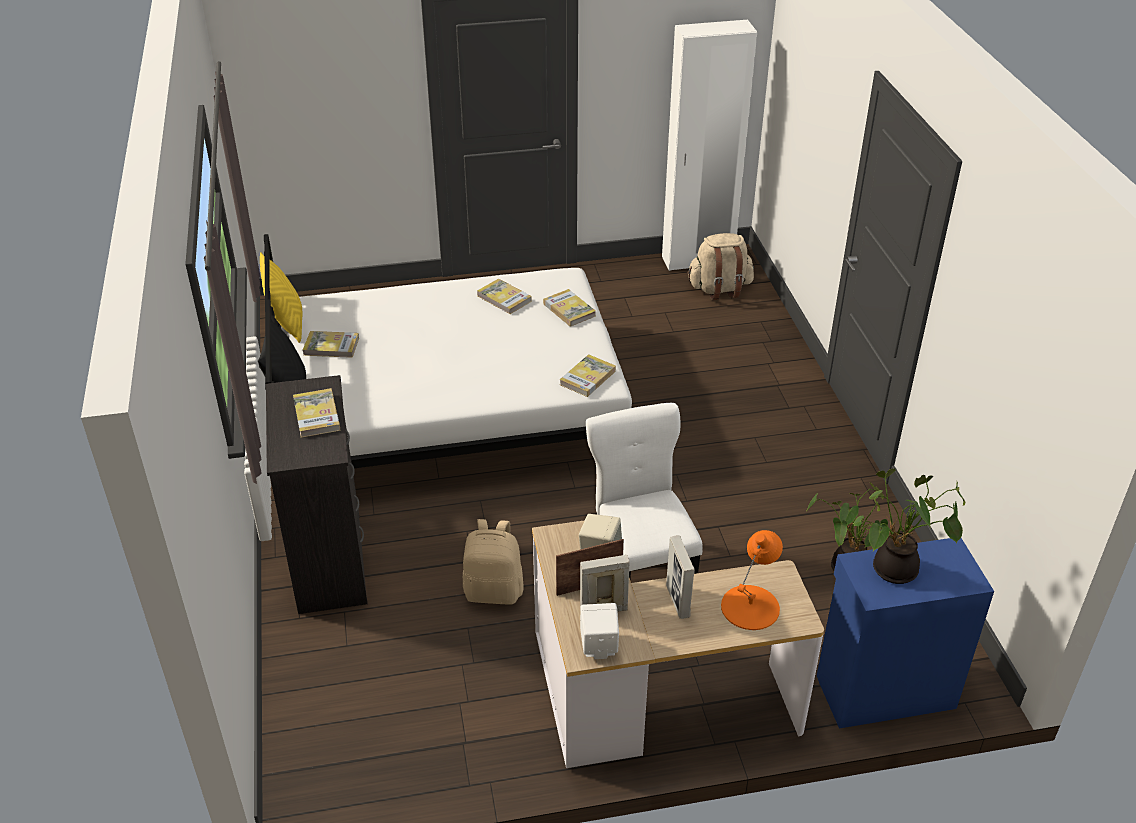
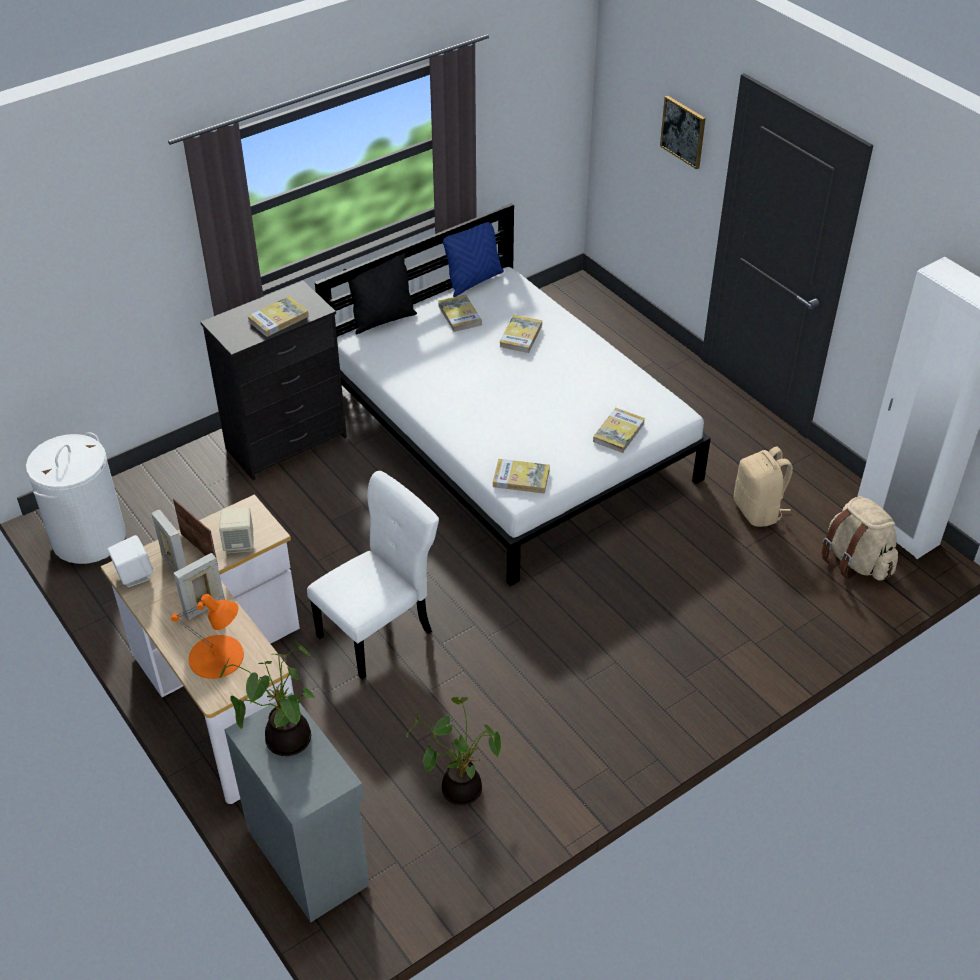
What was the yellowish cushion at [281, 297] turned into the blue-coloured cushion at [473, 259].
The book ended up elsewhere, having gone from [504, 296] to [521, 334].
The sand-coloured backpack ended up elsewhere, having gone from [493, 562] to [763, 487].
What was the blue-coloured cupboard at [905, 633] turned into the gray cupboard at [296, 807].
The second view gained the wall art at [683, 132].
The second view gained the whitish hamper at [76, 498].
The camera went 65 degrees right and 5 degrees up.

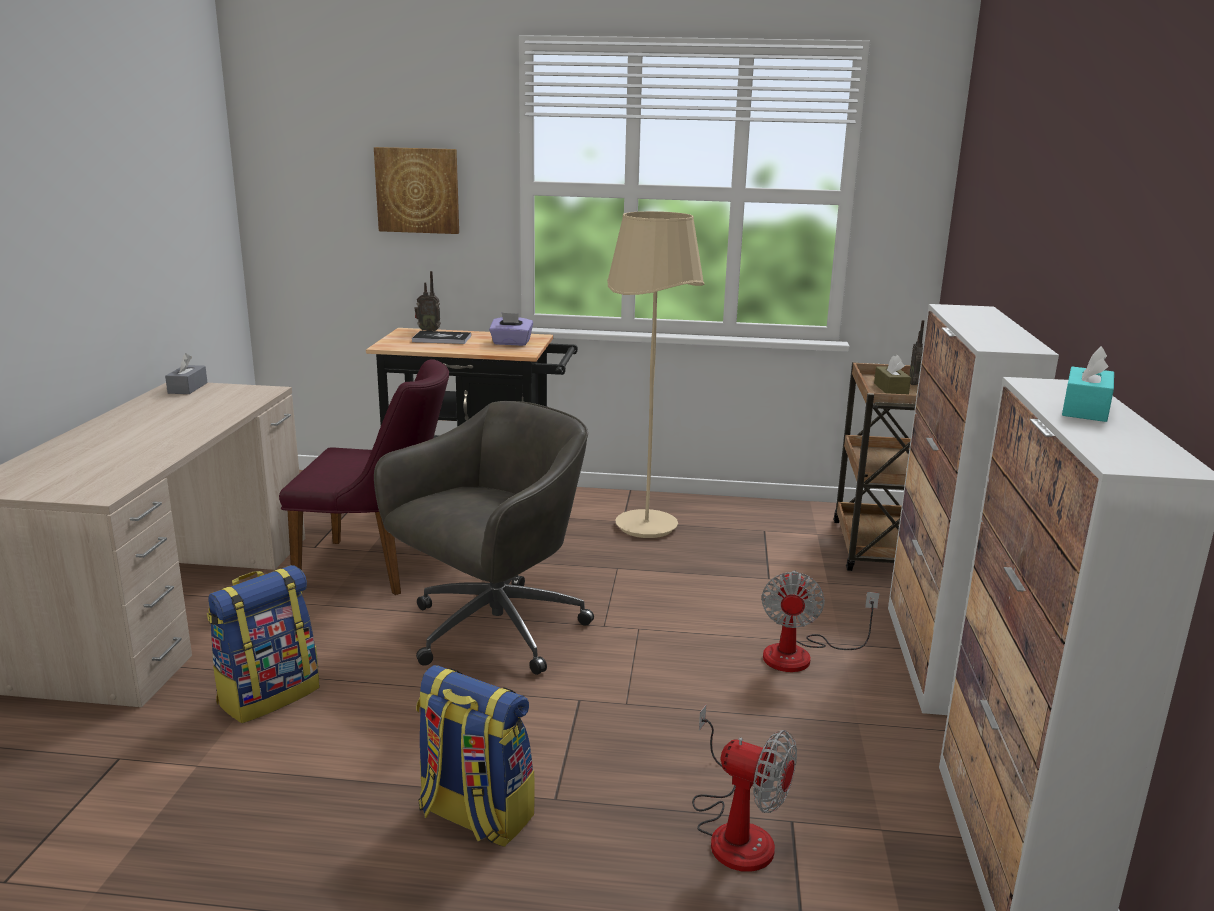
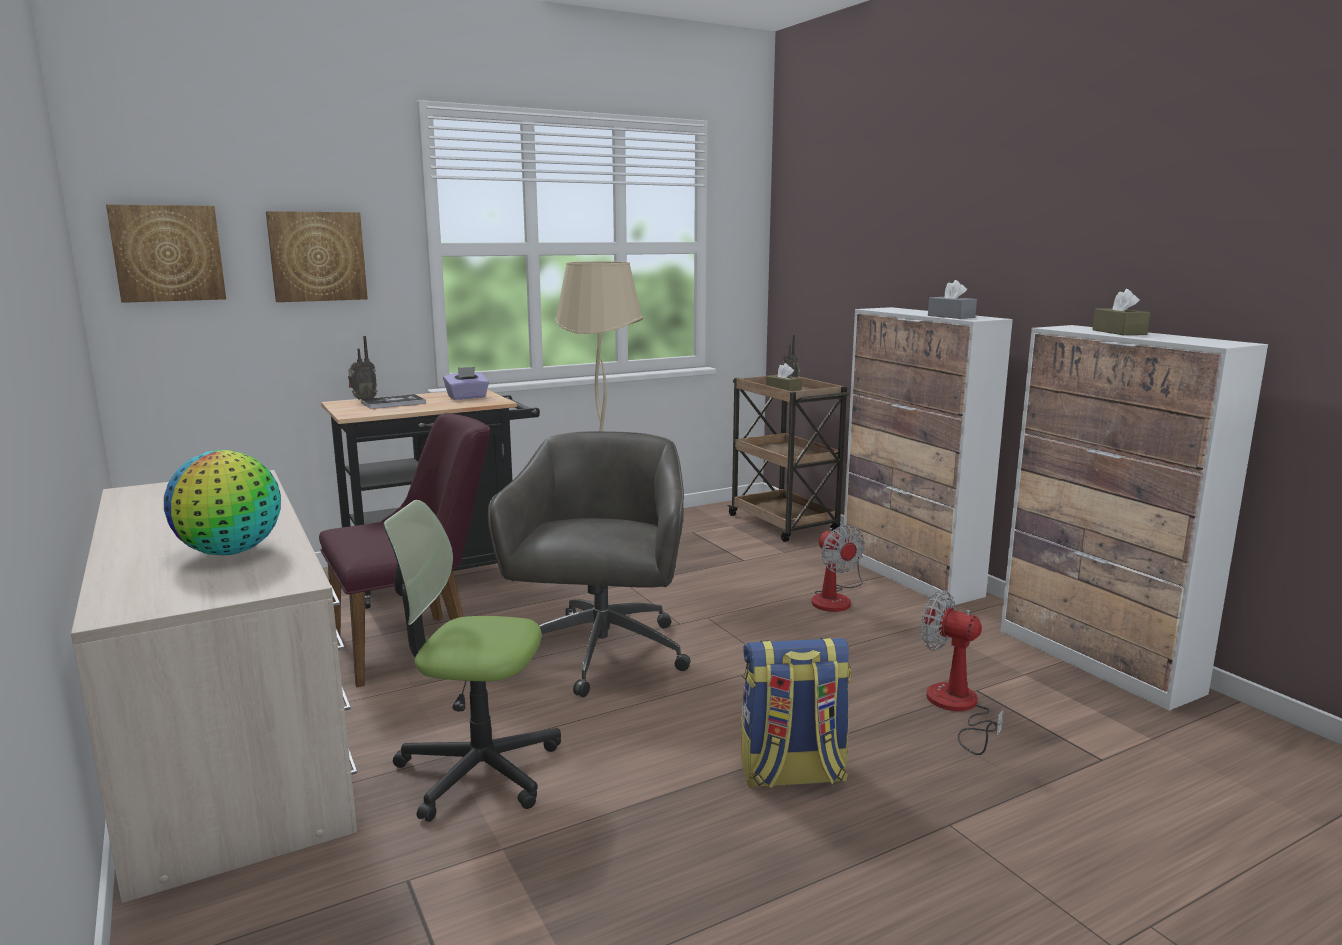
What was the blue-green tissue holder at [1088, 384] turned into the brownish tissue holder at [1121, 312].
The gray tissue holder ended up elsewhere, having gone from [186, 373] to [952, 299].
Where the backpack stood at [263, 644], the computer chair came to stand at [472, 661].
The fan at [744, 788] ended up facing another way, 135 degrees counterclockwise from before.
The second view gained the wall art at [166, 253].
The second view gained the desk globe at [222, 502].
The camera went 35 degrees left and 5 degrees down.

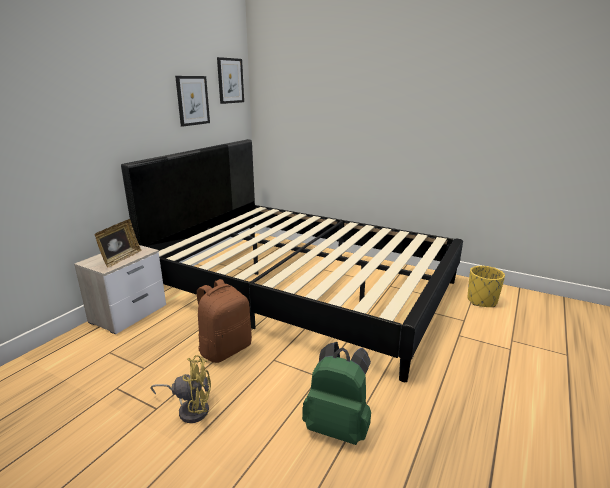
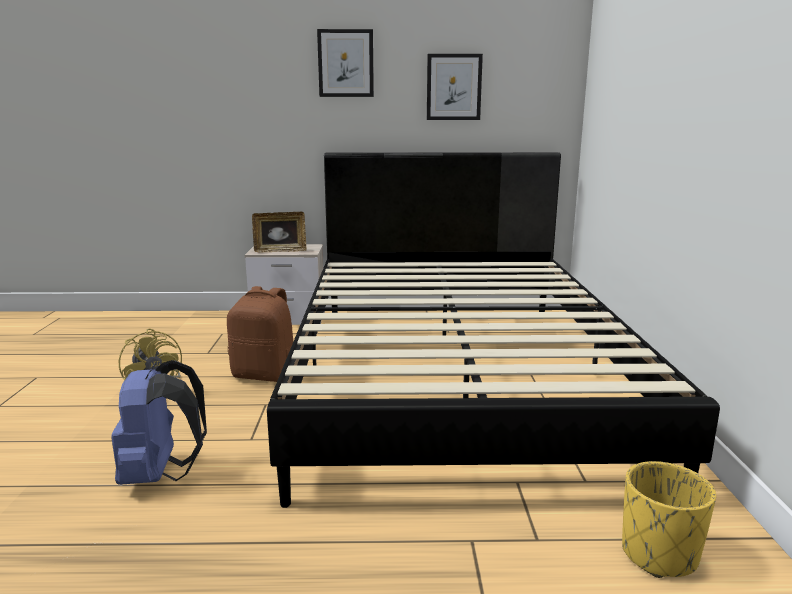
The wall art ended up elsewhere, having gone from [230, 80] to [345, 63].
What was the greenish backpack at [336, 393] turned into the blue-coloured backpack at [159, 422].
The camera went 60 degrees right and 5 degrees down.

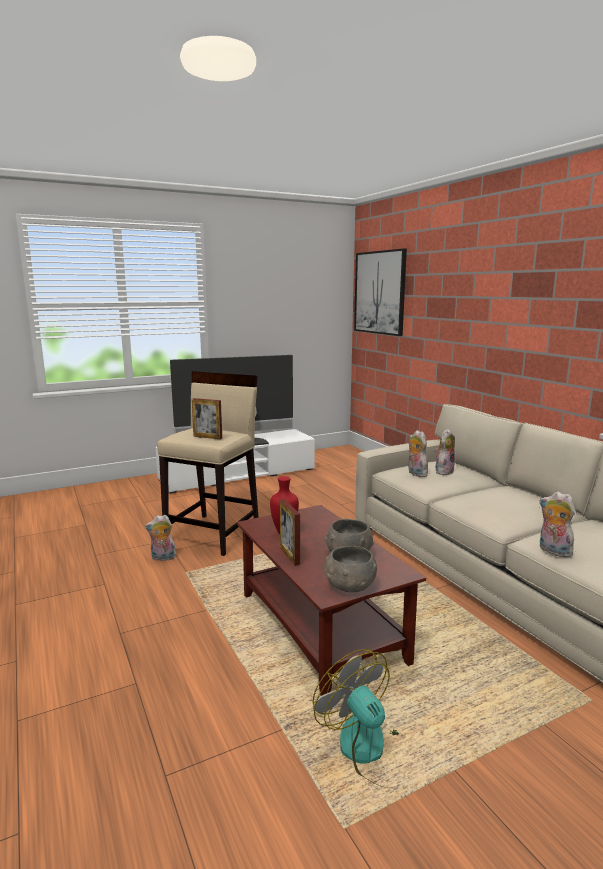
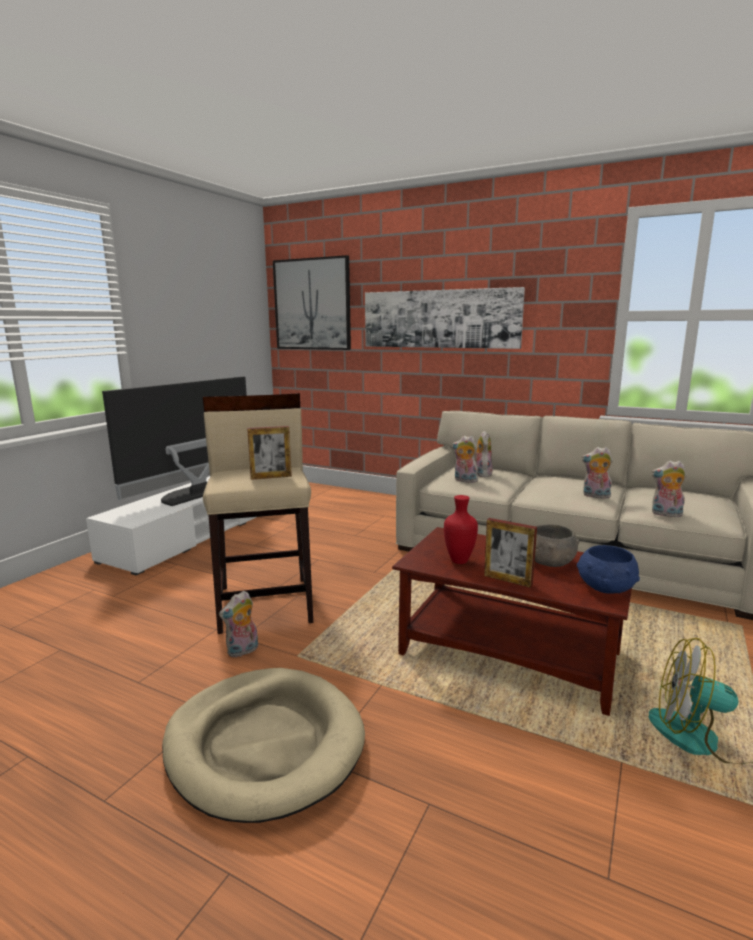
What was the gray deep dish at [350, 569] turned into the blue-coloured deep dish at [608, 569].
The second view gained the wall art at [445, 318].
The second view gained the plush toy at [597, 473].
The second view gained the sand-coloured dog cushion at [263, 745].
The camera went 35 degrees left and 0 degrees up.

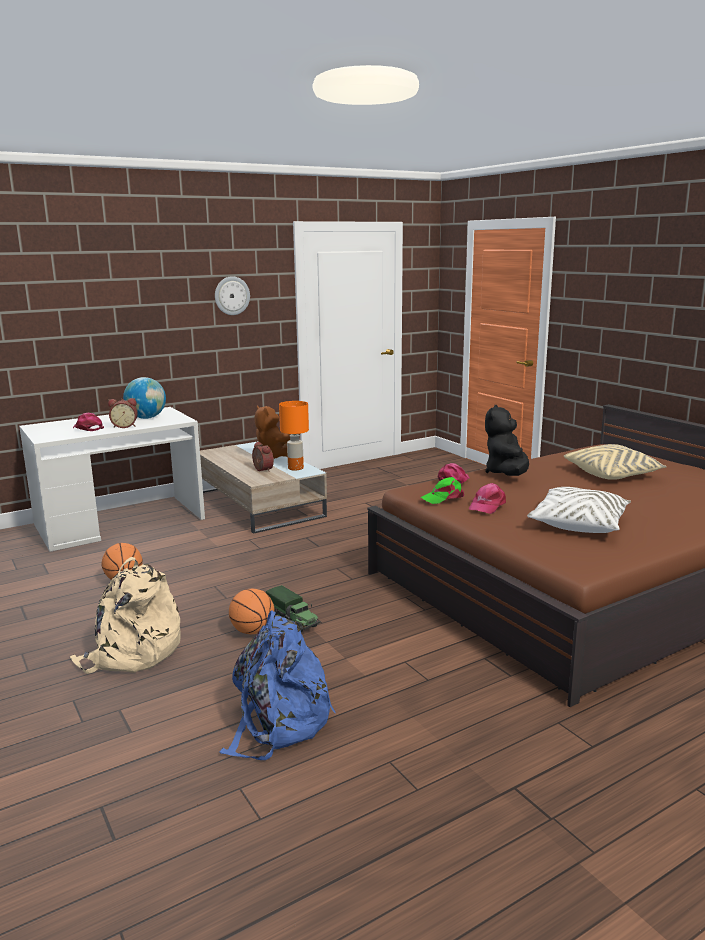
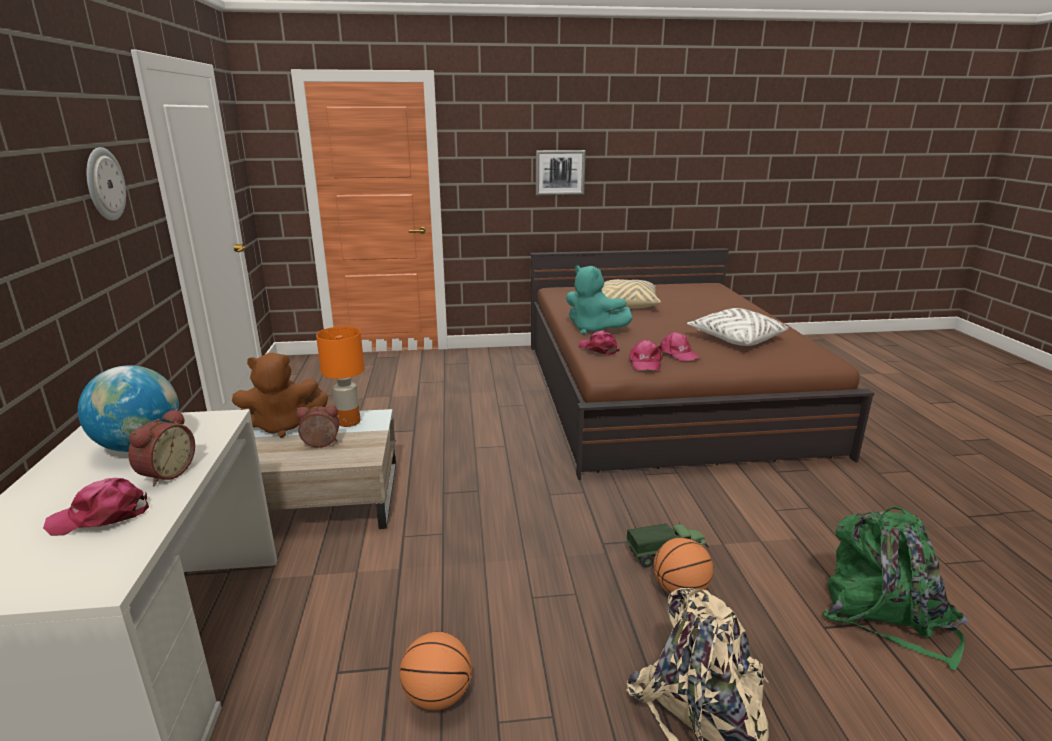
What was the blackish plush toy at [507, 440] turned into the blue-green plush toy at [599, 300].
What was the greenish cap at [442, 490] turned into the pinkish cap at [646, 355].
What was the blue-coloured backpack at [277, 685] turned into the greenish backpack at [895, 589].
The second view gained the wall art at [561, 172].
The camera went 65 degrees left and 5 degrees up.

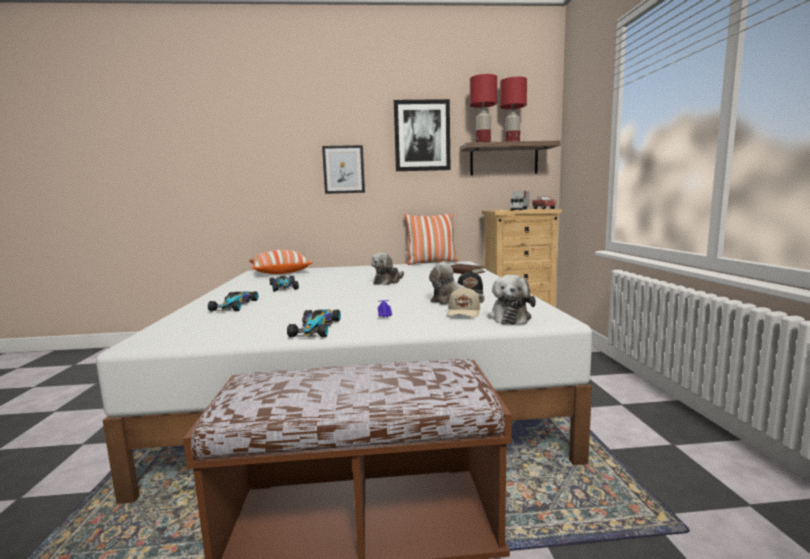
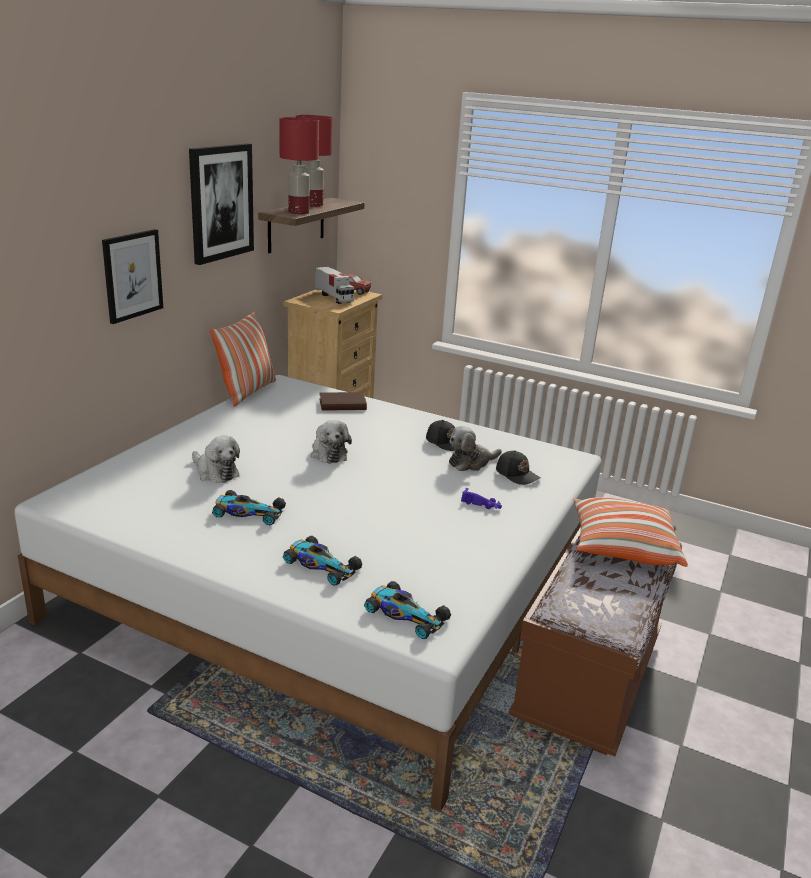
The cushion ended up elsewhere, having gone from [281, 262] to [630, 532].
The plush toy ended up elsewhere, having gone from [512, 299] to [216, 459].
What was the sand-coloured cap at [463, 301] turned into the blackish cap at [518, 467].
The model car ended up elsewhere, having gone from [314, 323] to [407, 610].
The camera went 60 degrees left and 15 degrees up.

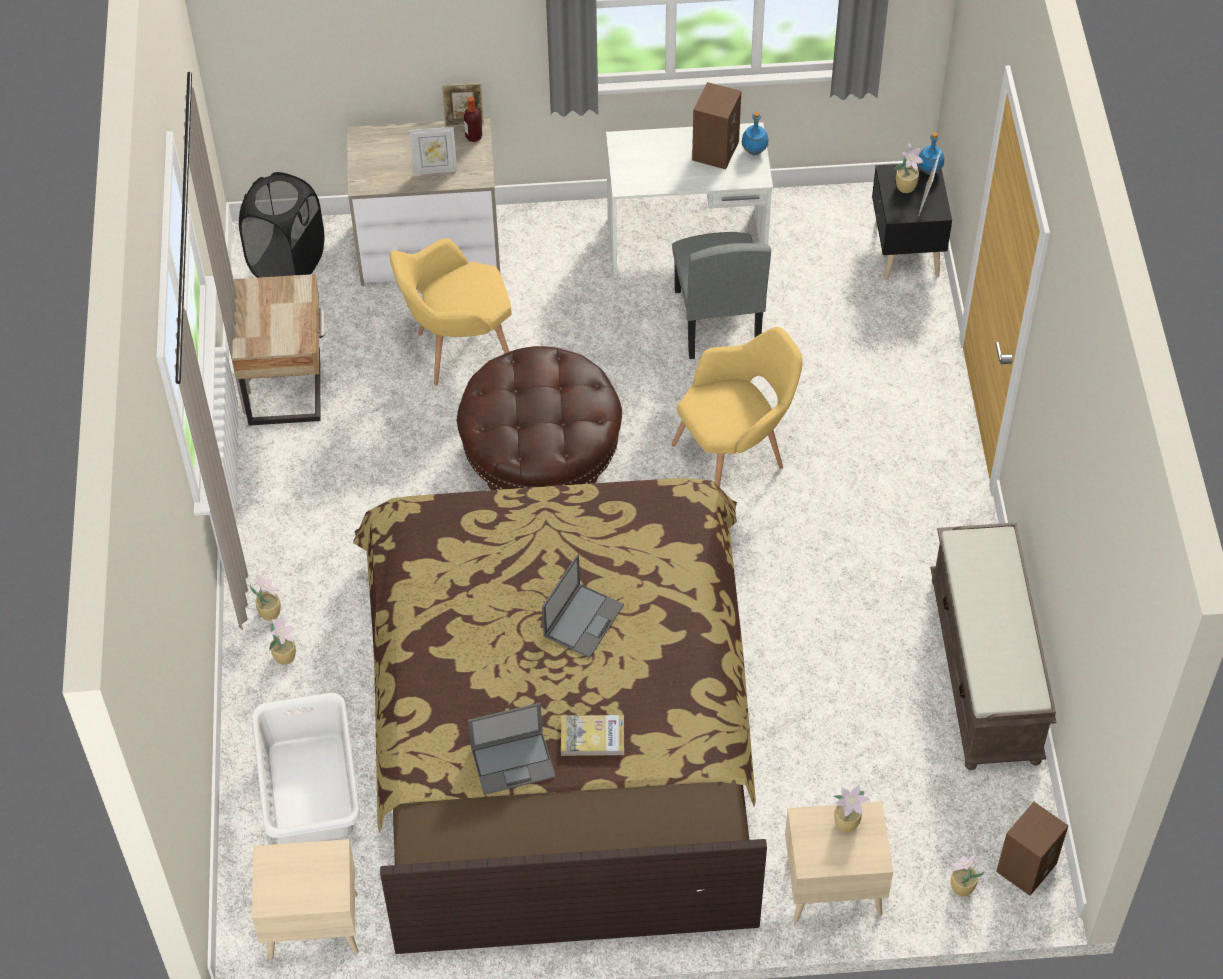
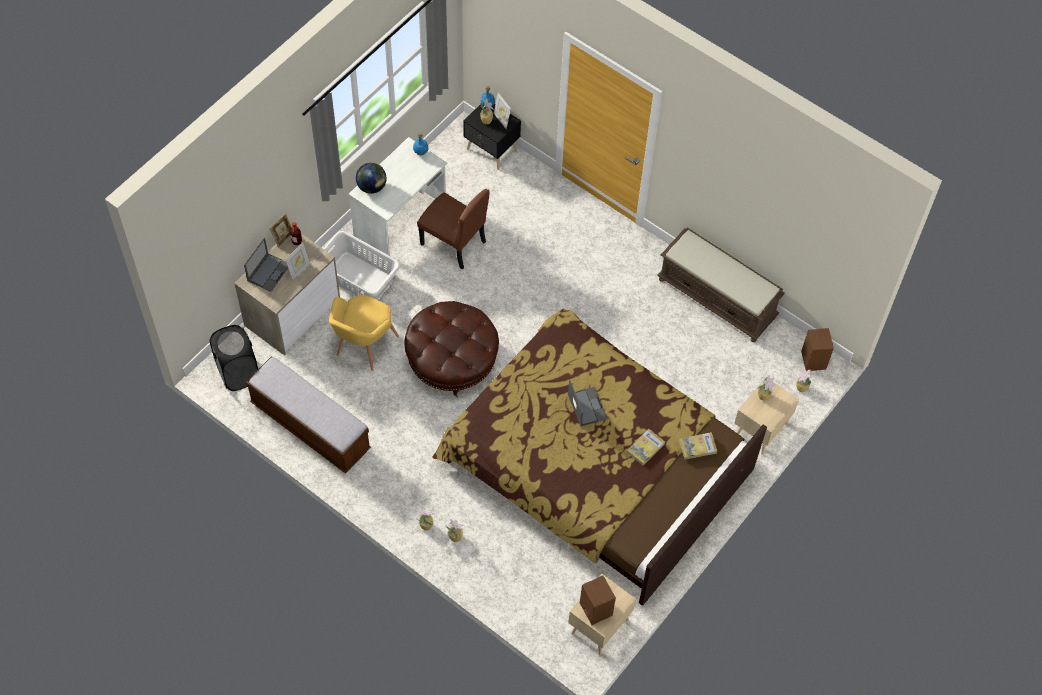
The brownish audio speaker ended up elsewhere, having gone from [716, 125] to [598, 600].
What was the gray plain chair at [721, 295] turned into the brownish plain chair at [453, 229].
Where the sand-coloured nightstand stood at [278, 350], the bench came to stand at [308, 415].
The second view lost the yellowish easy chair at [737, 407].
The whitish hamper ended up elsewhere, having gone from [306, 768] to [361, 265].
The laptop ended up elsewhere, having gone from [512, 749] to [266, 264].
The second view gained the desk globe at [371, 178].
The second view gained the book at [698, 445].
The camera went 50 degrees left and 5 degrees up.

